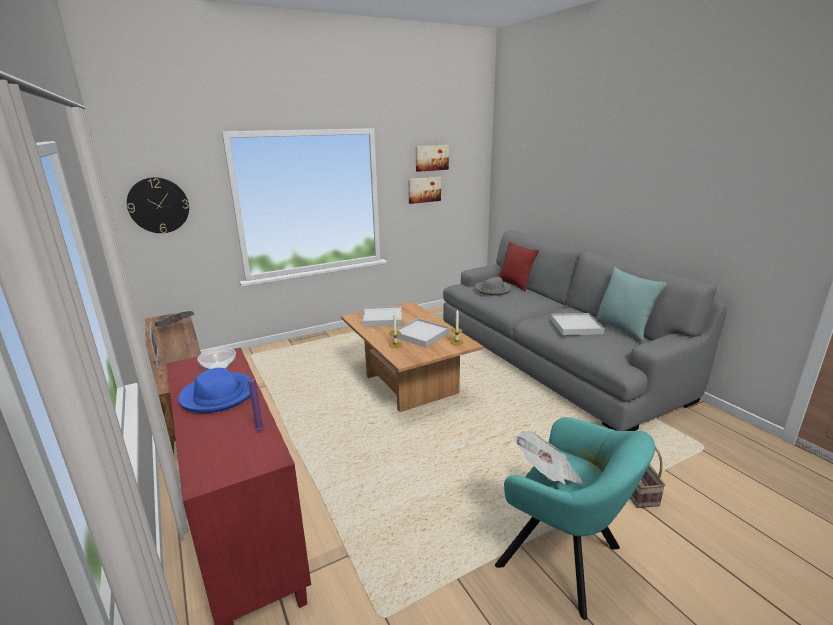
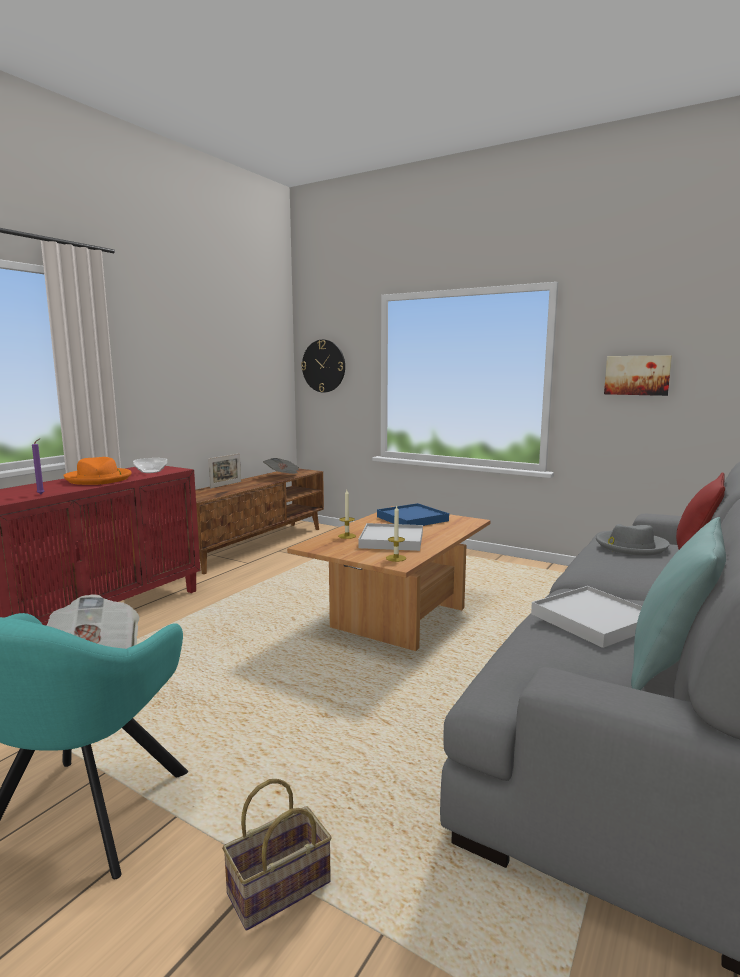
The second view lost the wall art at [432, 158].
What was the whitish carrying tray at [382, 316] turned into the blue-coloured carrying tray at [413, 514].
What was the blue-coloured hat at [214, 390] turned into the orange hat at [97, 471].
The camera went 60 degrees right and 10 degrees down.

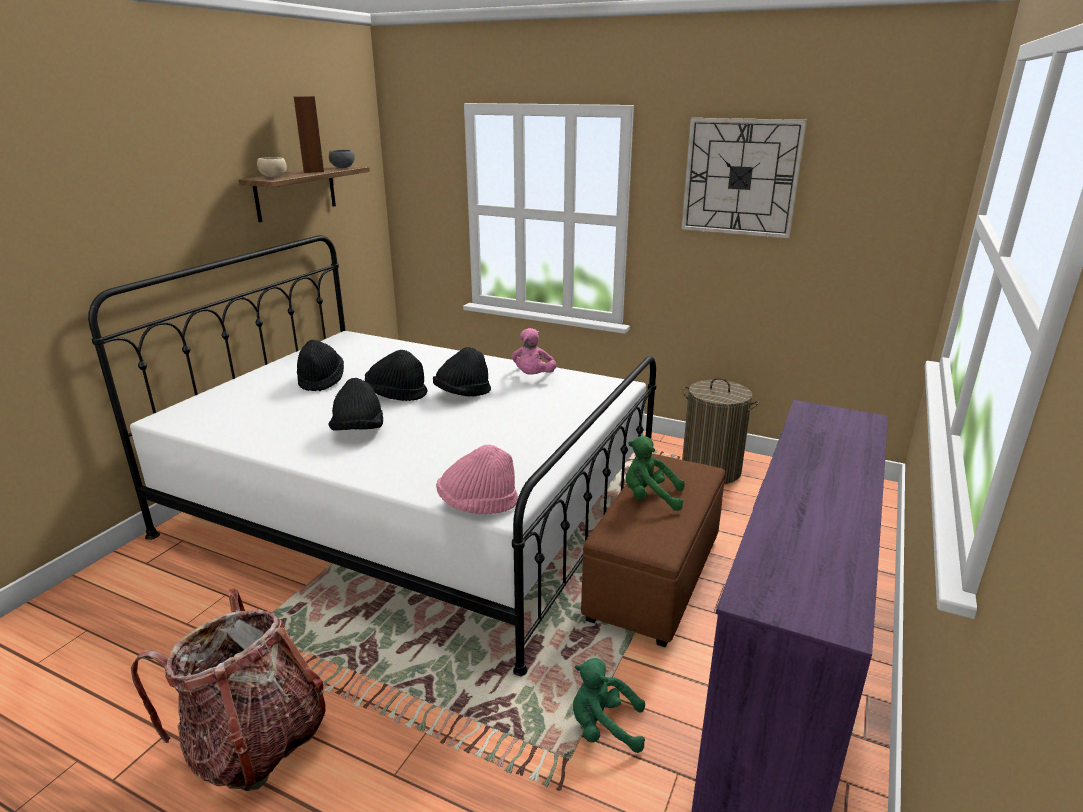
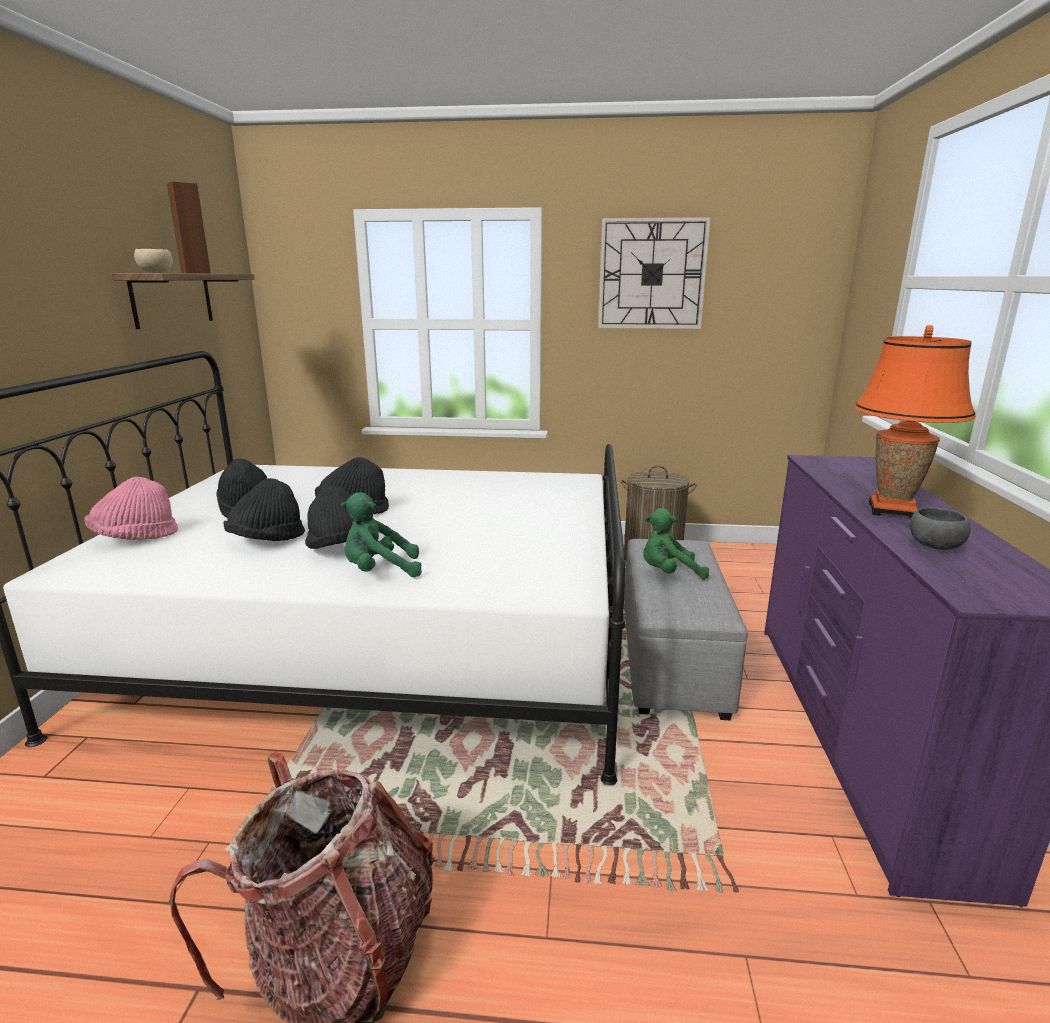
The gray deep dish ended up elsewhere, having gone from [342, 159] to [940, 528].
The second view lost the pinkish plush toy at [534, 351].
The blackish hat ended up elsewhere, having gone from [462, 372] to [264, 509].
The pinkish hat ended up elsewhere, having gone from [477, 479] to [131, 508].
What was the brownish ottoman at [653, 550] turned into the gray ottoman at [686, 629].
The greenish plush toy ended up elsewhere, having gone from [609, 705] to [381, 534].
The second view gained the orange table lamp at [915, 422].
The camera went 20 degrees left and 5 degrees down.

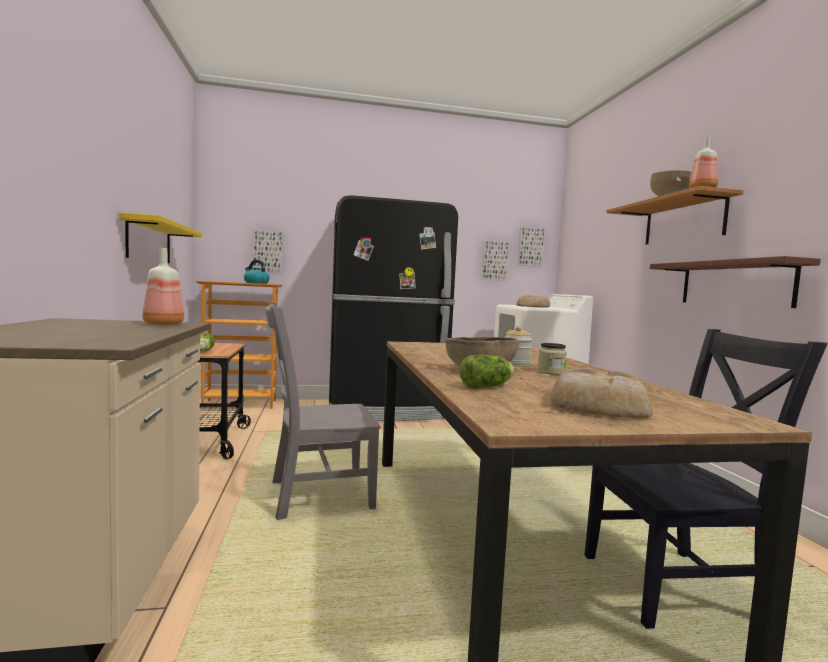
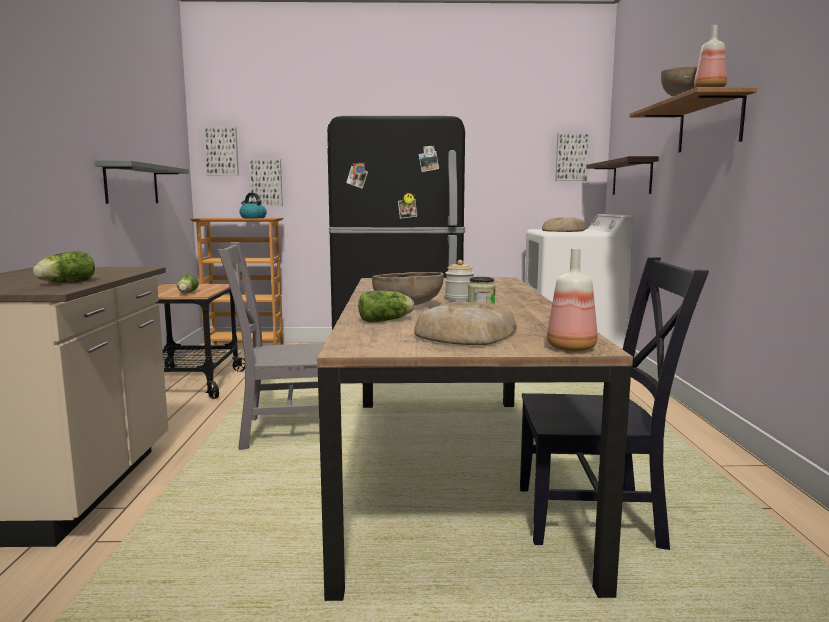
What was the yellowish shelf at [160, 237] turned into the gray shelf at [142, 182].
The wall art ended up elsewhere, having gone from [495, 260] to [221, 151].
The drink bottle ended up elsewhere, having gone from [163, 287] to [572, 300].
The brownish shelf ended up elsewhere, having gone from [735, 282] to [622, 175].
The second view gained the lettuce head at [64, 267].
The camera went 10 degrees right and 5 degrees up.

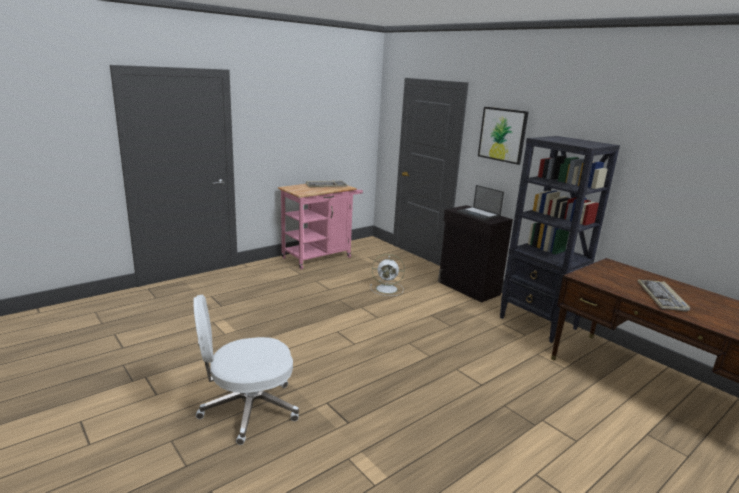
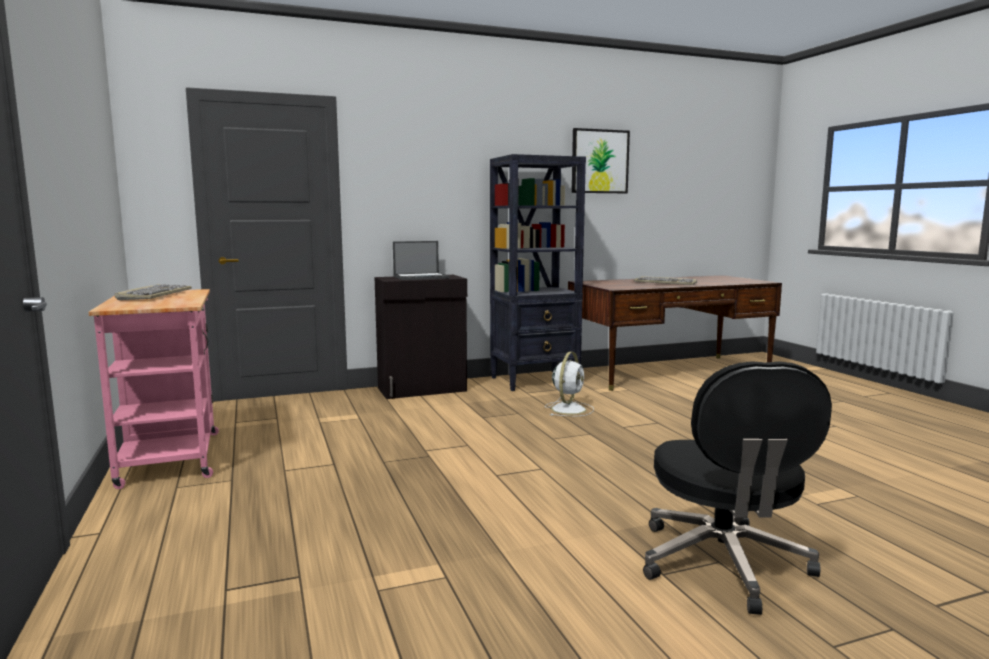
The wall art ended up elsewhere, having gone from [503, 136] to [601, 160].
The whitish fan ended up elsewhere, having gone from [387, 275] to [569, 384].
What was the whitish computer chair at [246, 370] turned into the blackish computer chair at [737, 488].
The camera went 70 degrees left and 10 degrees down.

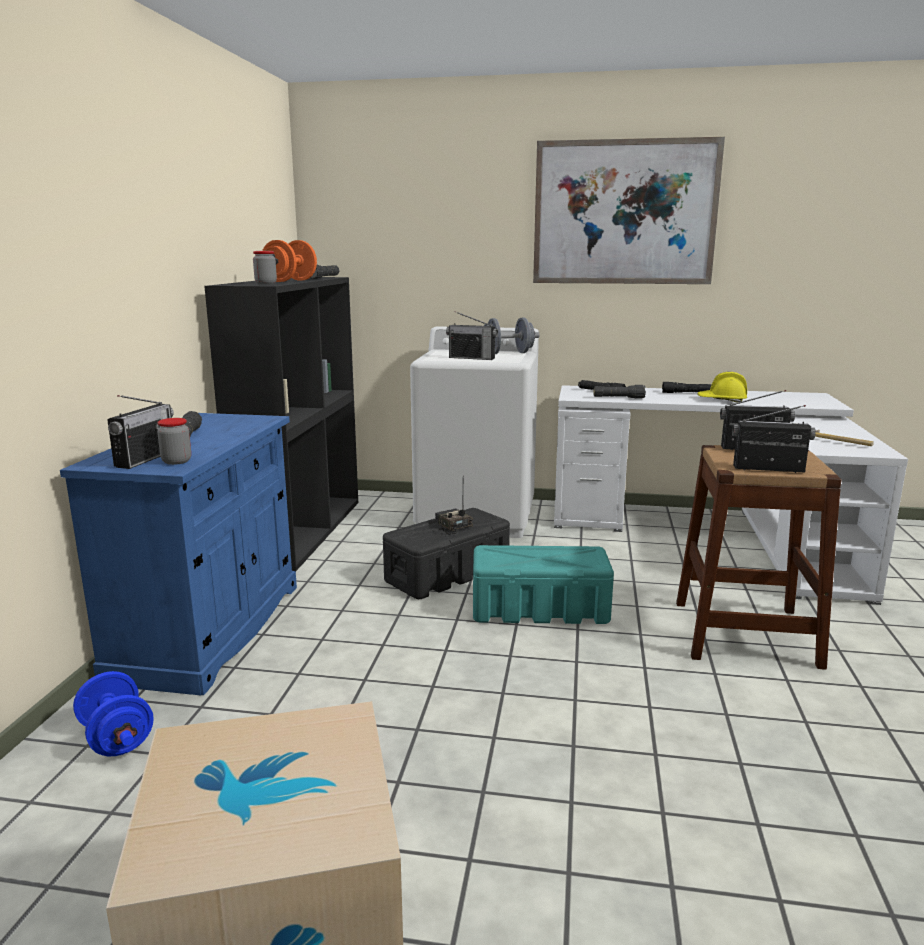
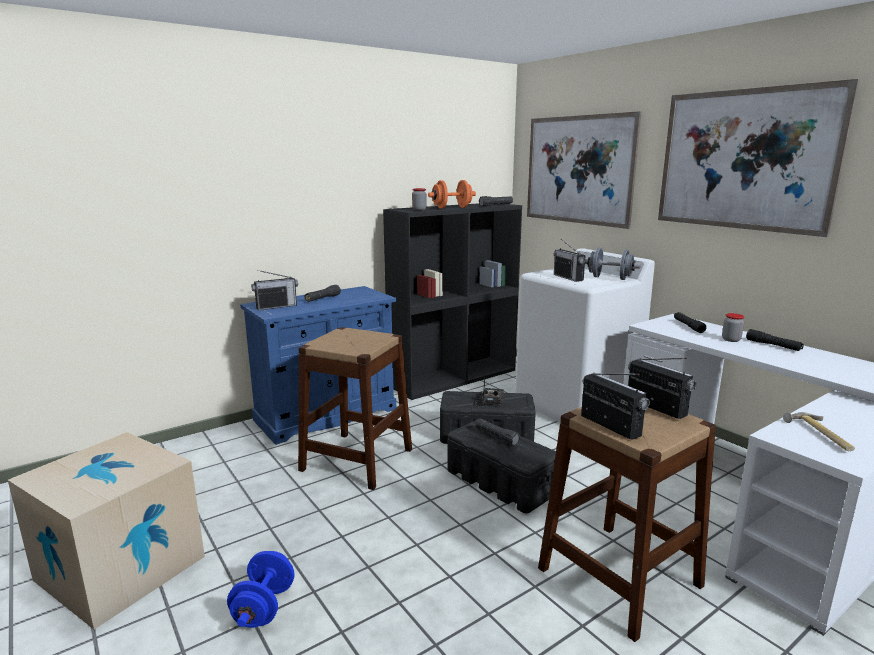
The second view lost the yellowish hard hat at [722, 387].
The blackish hand torch ended up elsewhere, having gone from [619, 392] to [497, 432].
The storage jar ended up elsewhere, having gone from [174, 441] to [733, 327].
What was the blue-green storage box at [543, 584] turned into the blackish storage box at [501, 466].
The blue-coloured hand weight ended up elsewhere, having gone from [113, 713] to [260, 589].
The second view gained the wall art at [584, 170].
The second view gained the brownish sitting stool at [355, 408].
The camera went 45 degrees right and 0 degrees up.

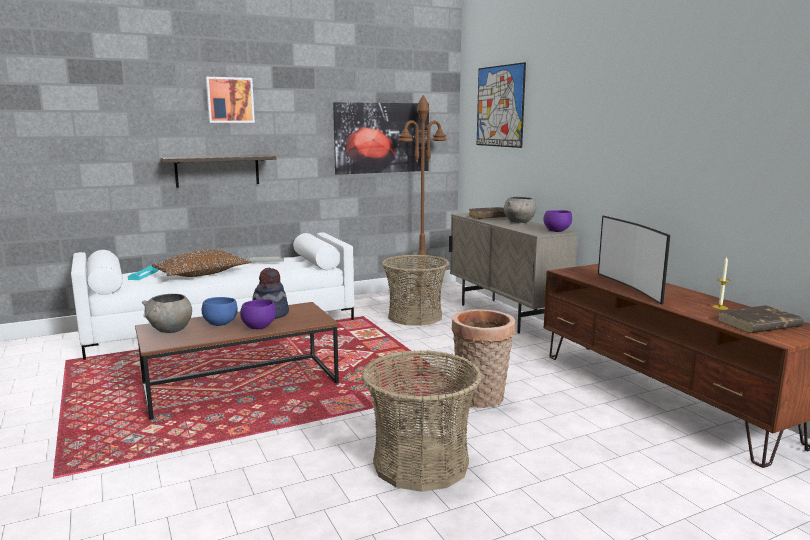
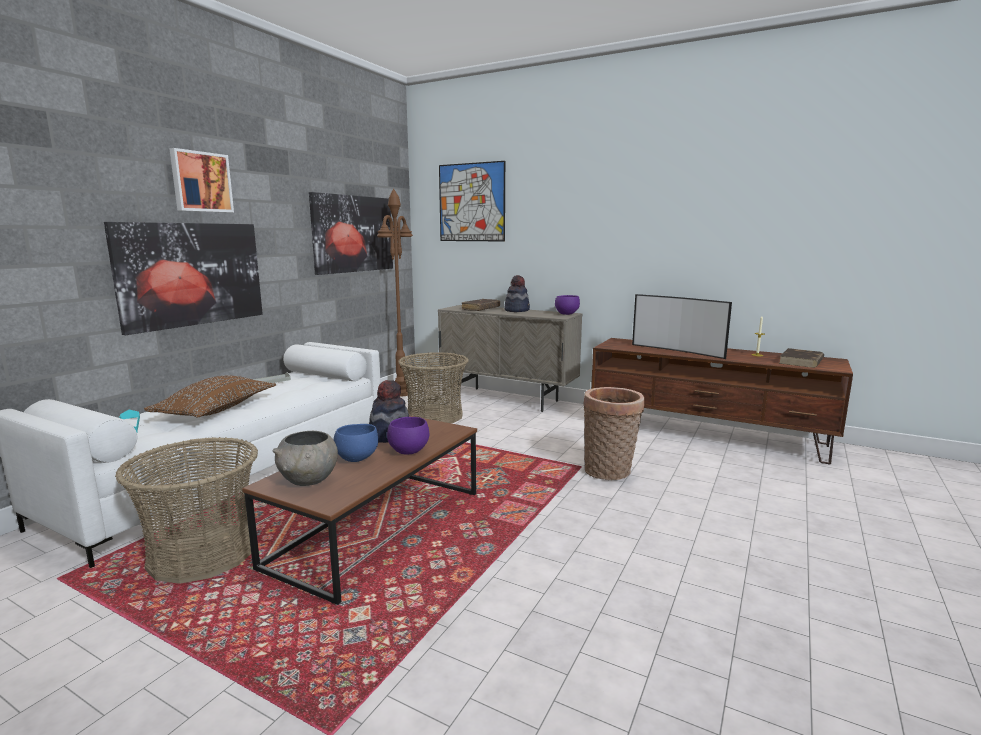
Where the shelf hung at [218, 171], the wall art came to hang at [183, 278].
Where the gray deep dish stood at [520, 210], the hat came to stand at [517, 293].
The storage basket ended up elsewhere, having gone from [422, 421] to [186, 510].
The camera went 35 degrees left and 0 degrees up.

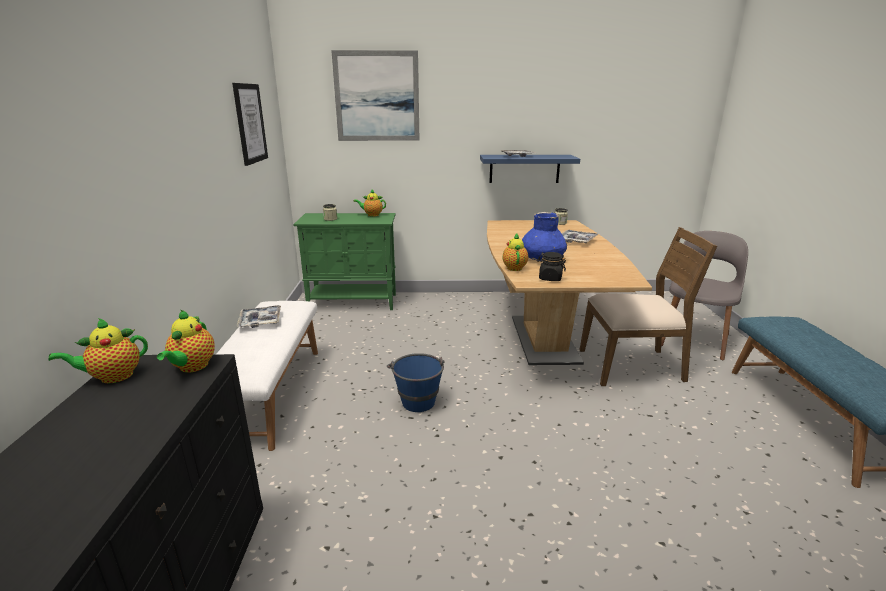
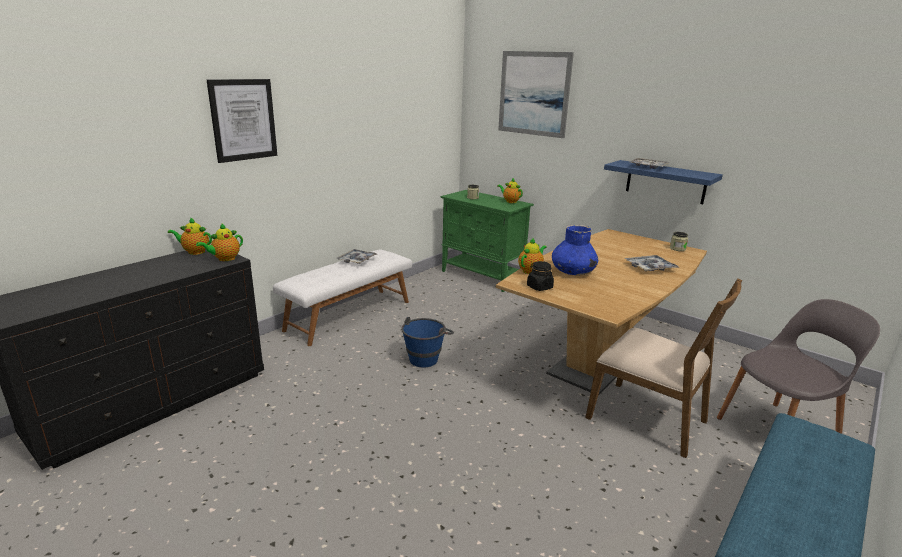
The wall art ended up elsewhere, having gone from [250, 124] to [242, 121].
The camera went 40 degrees right and 0 degrees up.

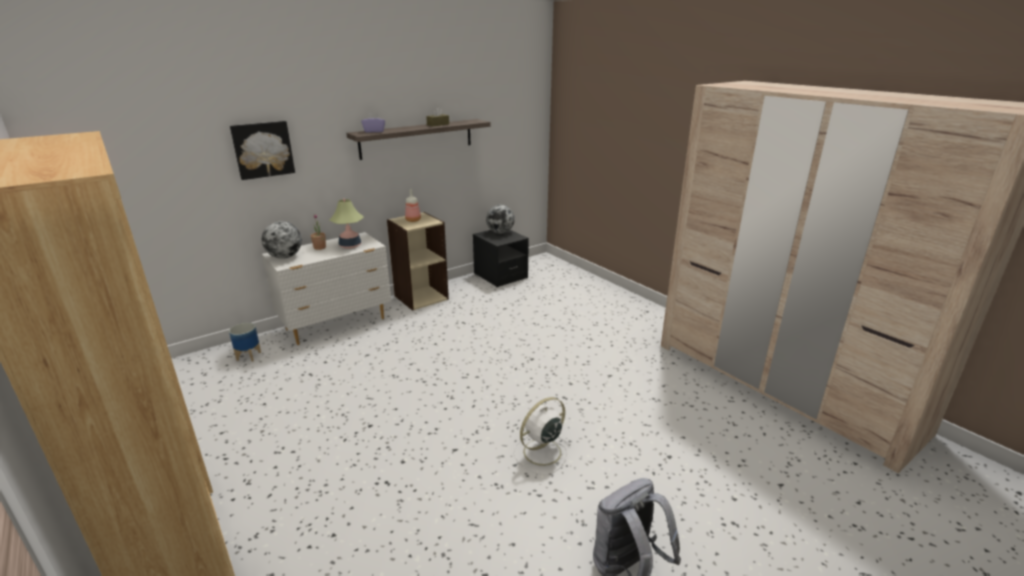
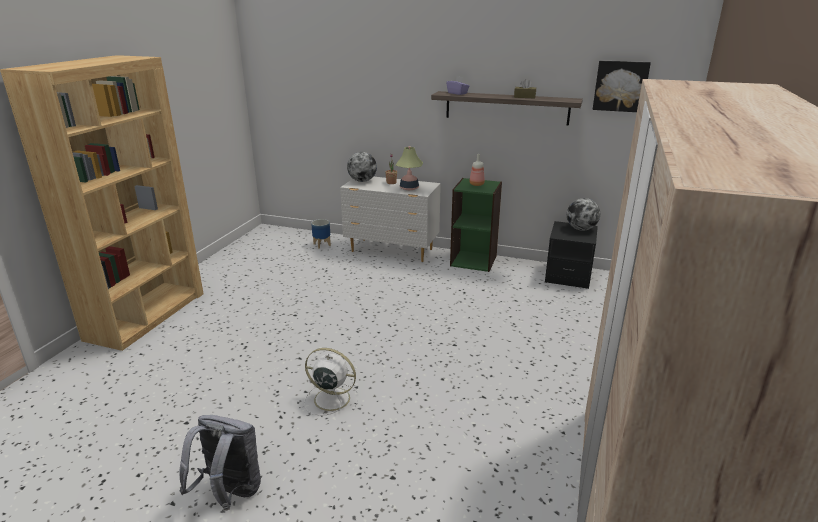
The wall art ended up elsewhere, having gone from [262, 150] to [622, 86].
What was the sand-coloured bookshelf at [418, 261] turned into the greenish bookshelf at [476, 225].
The camera went 55 degrees right and 0 degrees up.

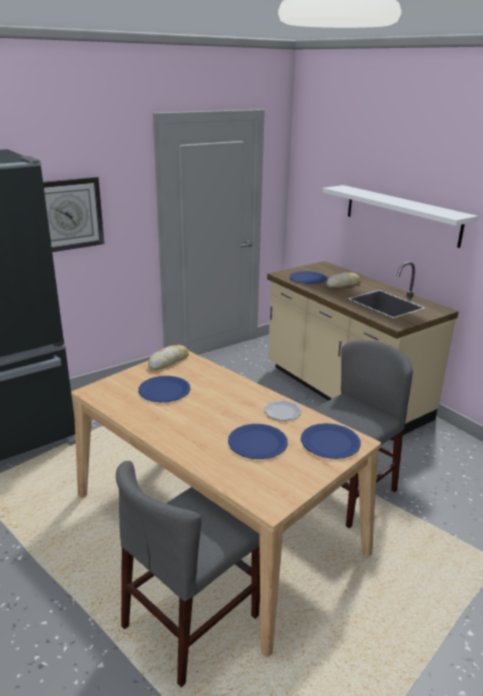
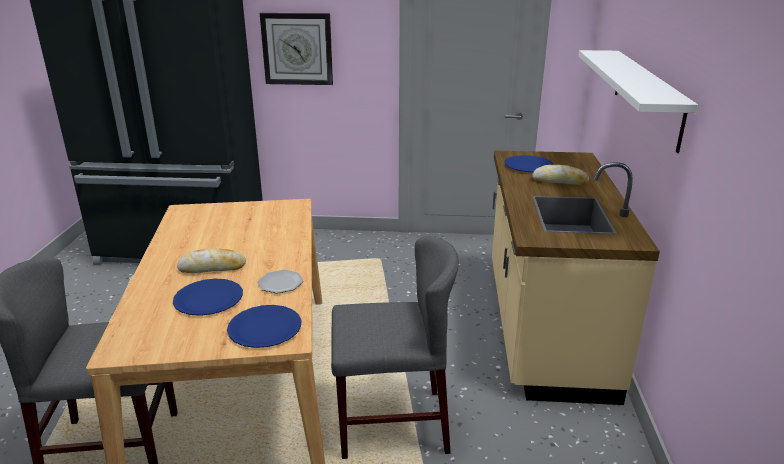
The bread ended up elsewhere, having gone from [168, 357] to [211, 260].
The second view lost the blue-coloured flat dish at [164, 389].
The camera went 40 degrees right and 0 degrees up.

